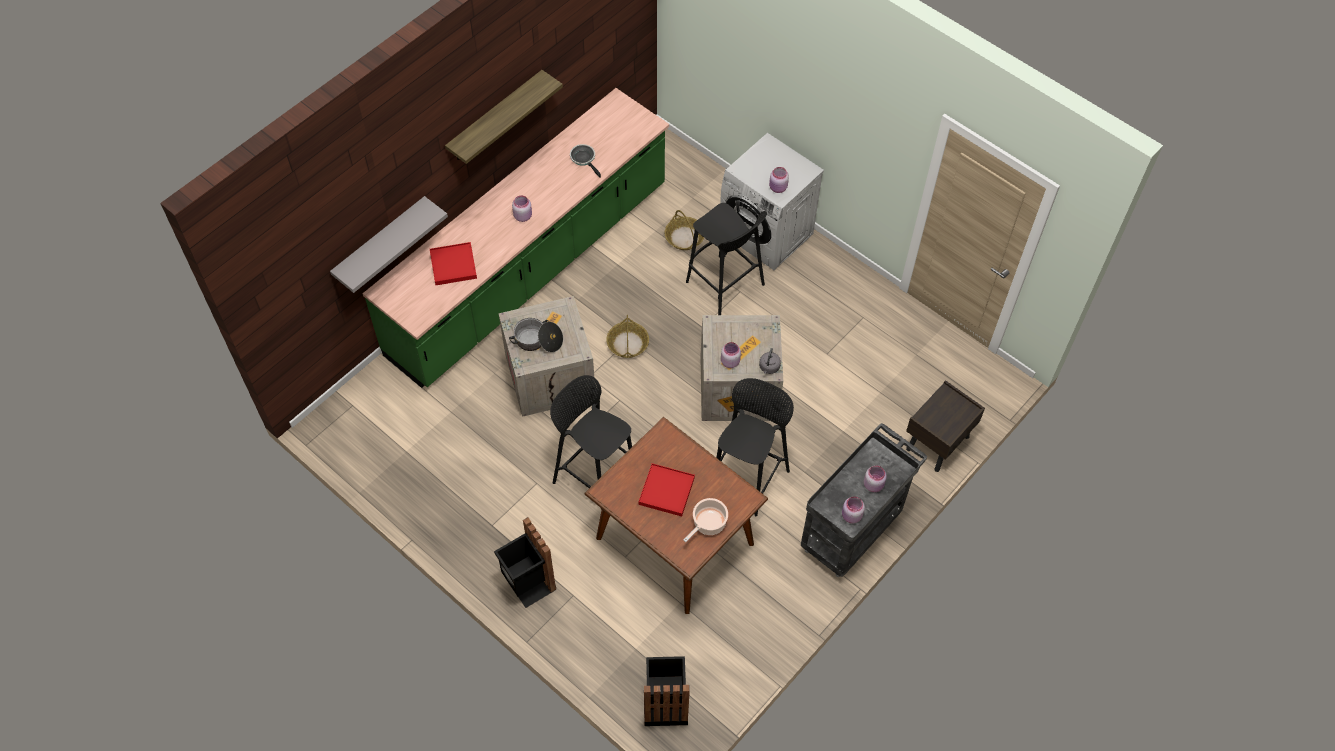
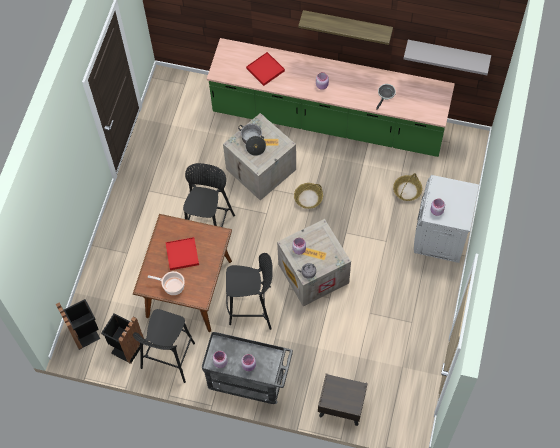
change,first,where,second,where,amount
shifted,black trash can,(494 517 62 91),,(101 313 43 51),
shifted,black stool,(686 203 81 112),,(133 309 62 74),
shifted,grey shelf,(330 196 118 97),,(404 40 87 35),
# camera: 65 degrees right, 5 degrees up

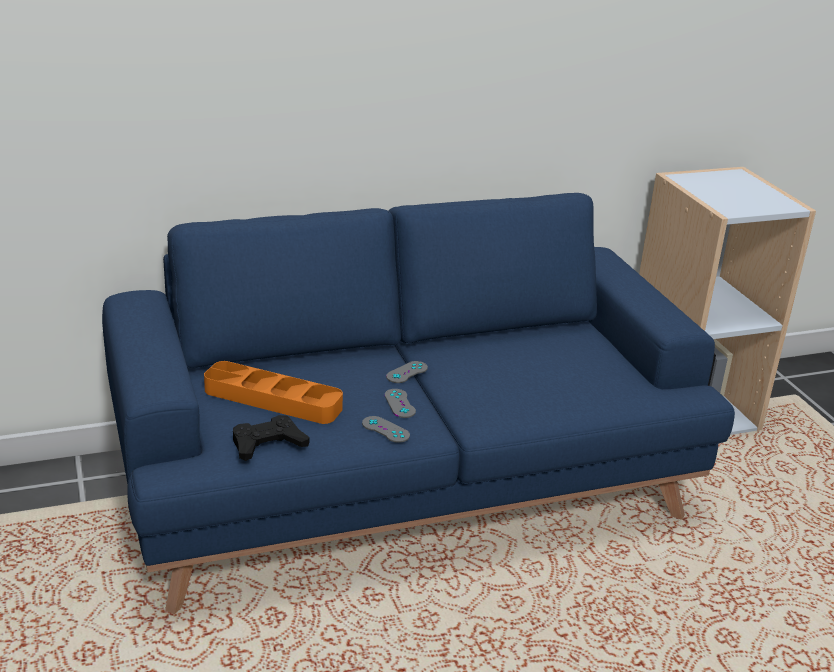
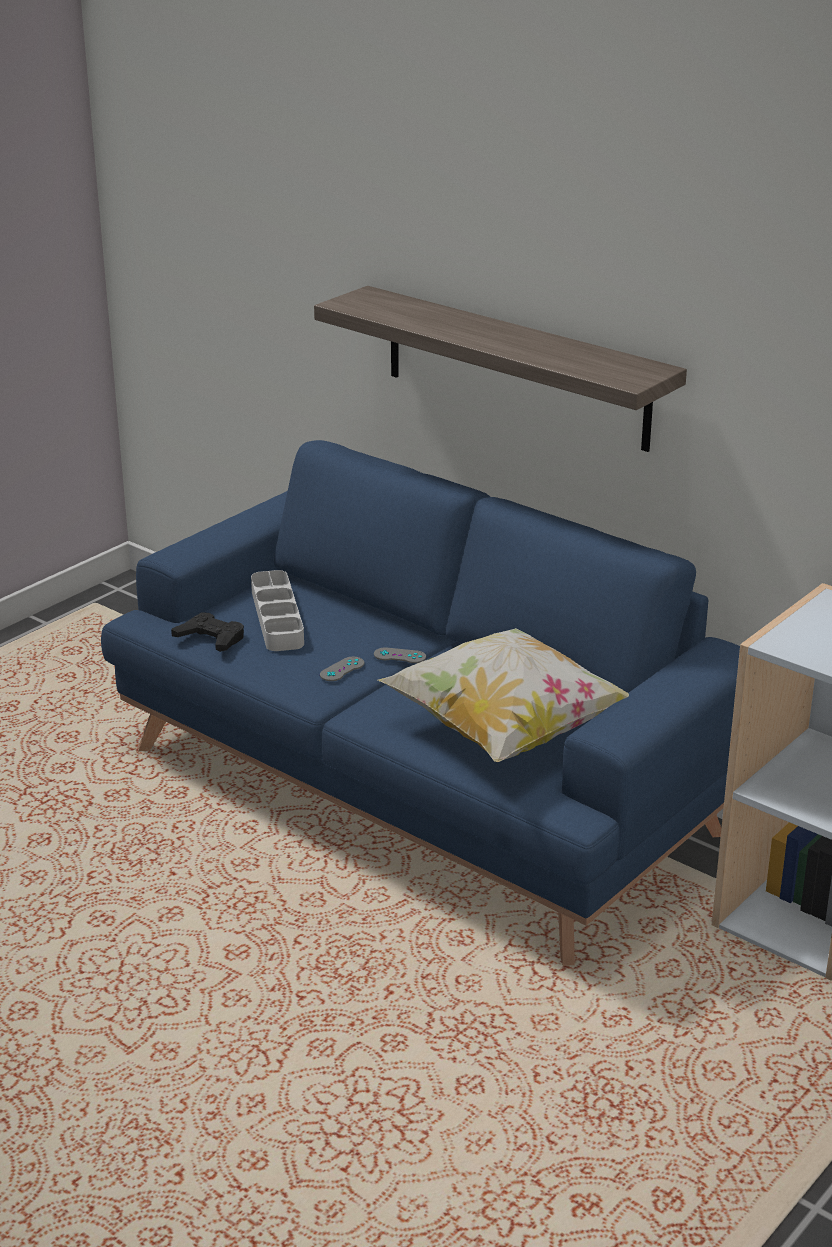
change,first,where,second,where,amount
repainted,orange tray,(204 361 139 63),grey tray,(251 570 53 81),
new,,,shelf,(314 286 373 166),
new,,,pillow,(378 628 251 134),
gone,grey game controller,(362 416 48 27),,,
# camera: 60 degrees right, 0 degrees up

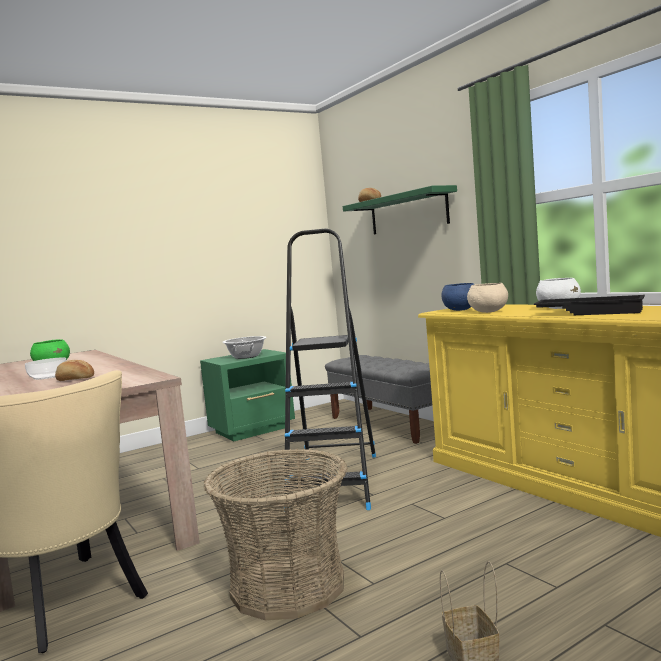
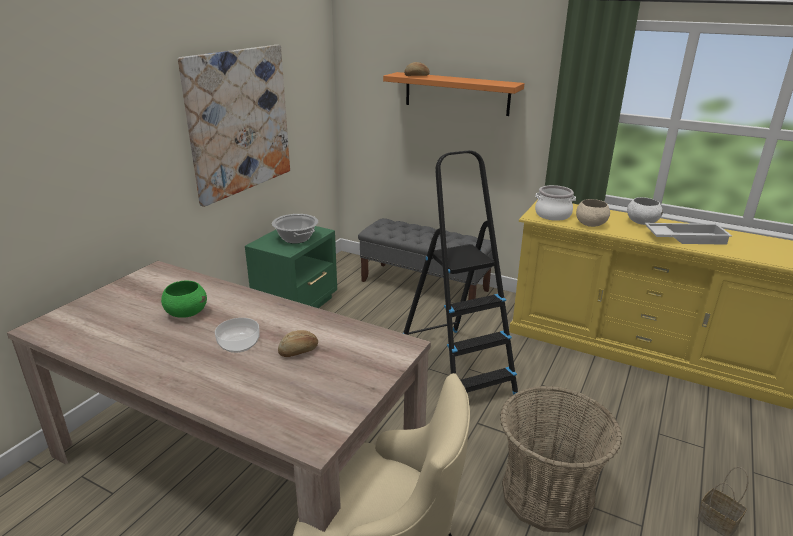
change,first,where,second,where,amount
new,,,picture,(178 45 112 162),
repainted,green shelf,(343 185 114 50),orange shelf,(383 72 142 44),
swapped,blue bowl,(441 283 33 28),cooking pot,(535 185 41 36),
repainted,black tray,(534 295 111 20),white tray,(645 223 87 22),
# camera: 30 degrees left, 20 degrees up

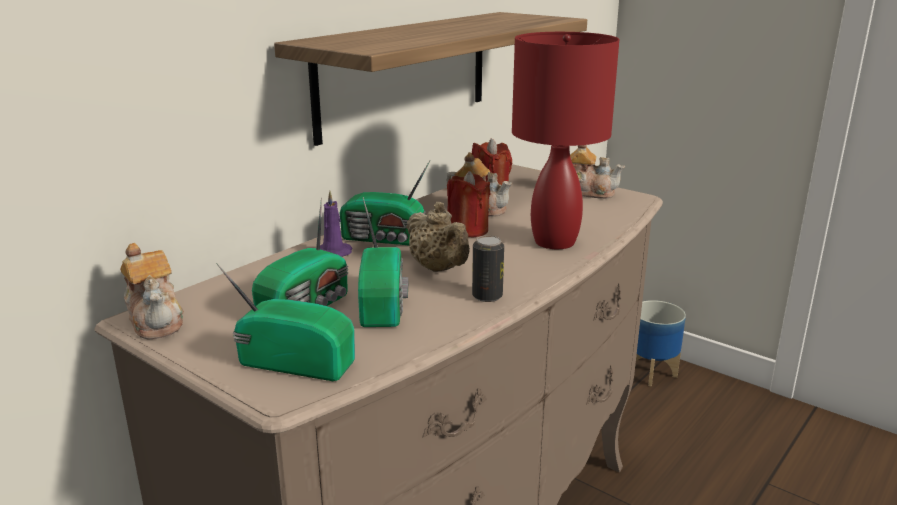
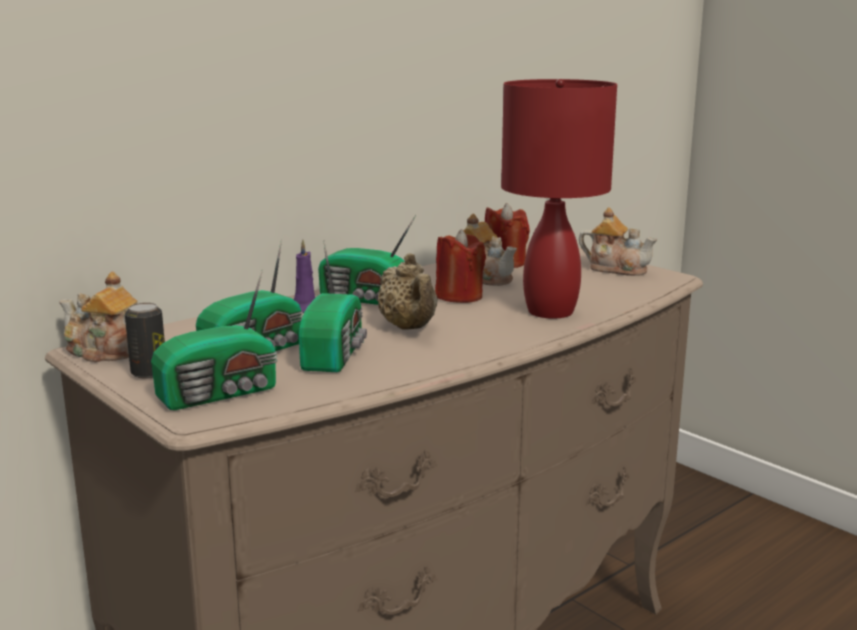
change,first,where,second,where,amount
rotated,teapot,(120 243 64 96),,(59 271 78 91),135 degrees clockwise
shifted,can,(472 236 32 66),,(125 303 40 76),
rotated,radio,(216 263 139 118),,(151 269 126 141),120 degrees clockwise
gone,shelf,(274 12 313 134),,,
gone,planter,(636 300 50 86),,,
# camera: 10 degrees right, 5 degrees down

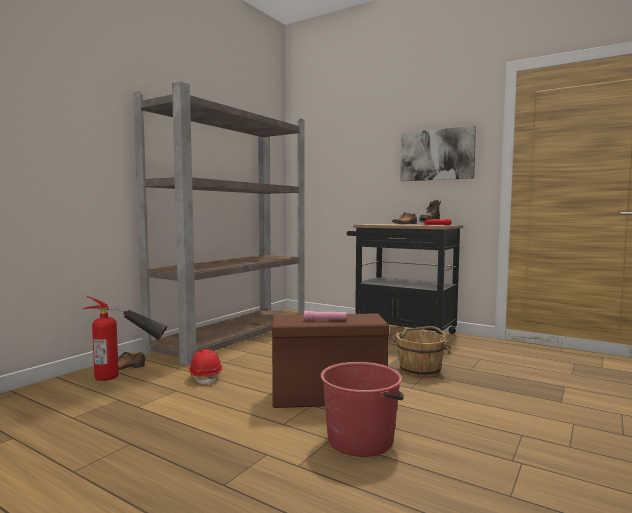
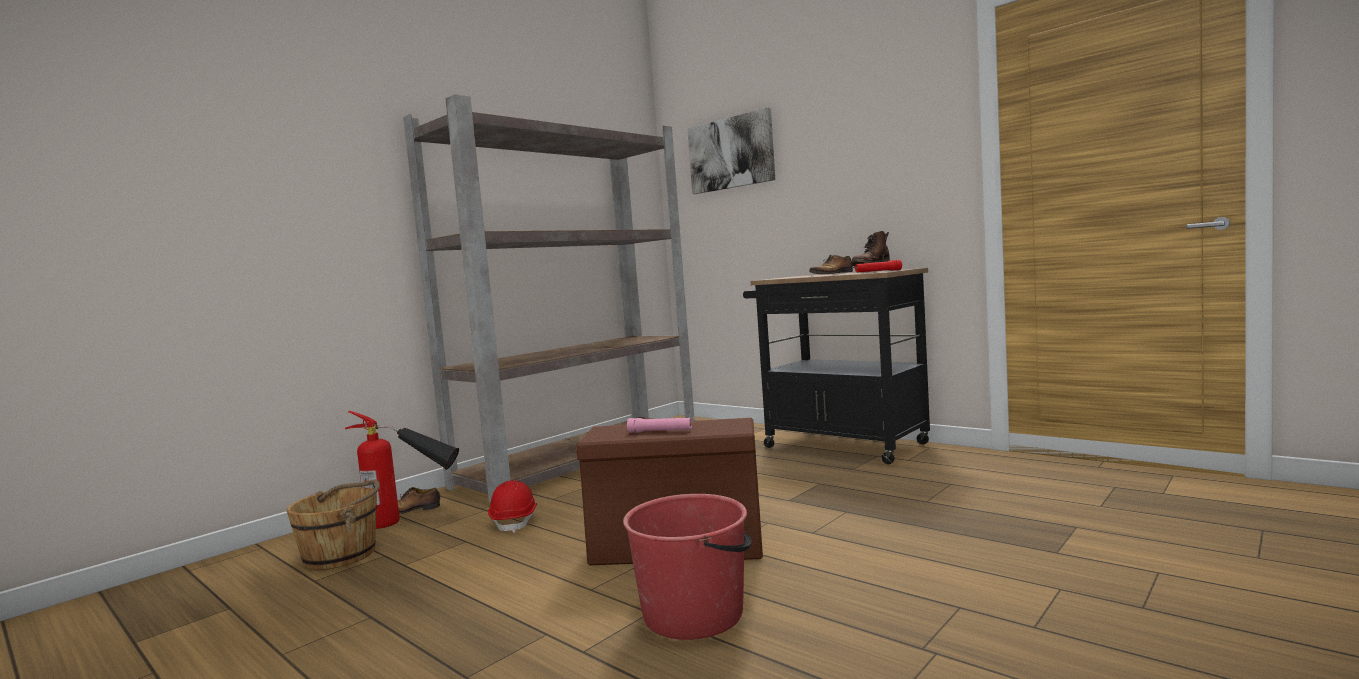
change,first,where,second,where,amount
shifted,brown bucket,(392 326 60 52),,(287 480 93 90),
shifted,picture,(400 126 76 55),,(687 107 88 87),
# camera: 10 degrees right, 0 degrees up

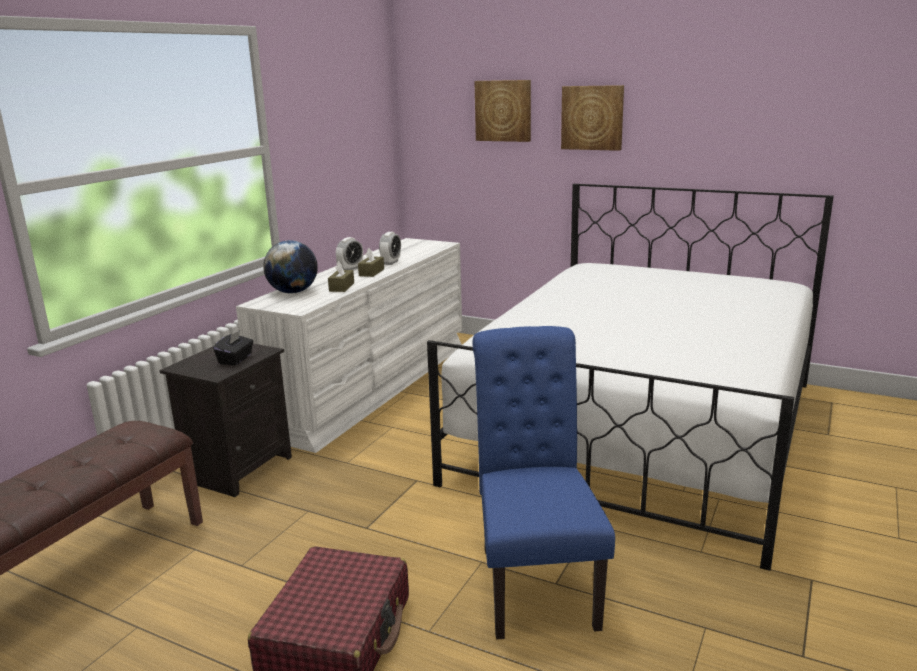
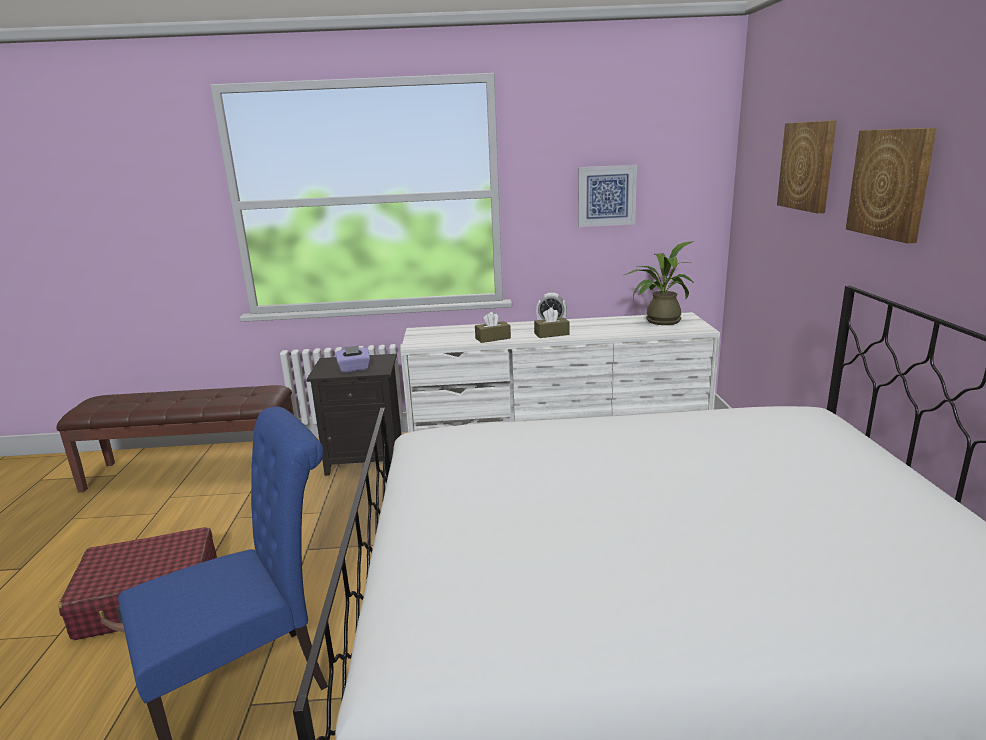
change,first,where,second,where,amount
repainted,black tissue box,(213 330 41 35),purple tissue box,(335 346 35 27),
new,,,picture,(578 165 59 62),
new,,,potted plant,(624 242 71 83),
gone,globe,(263 240 55 54),,,
gone,alarm clock,(379 232 22 33),,,
# camera: 60 degrees right, 0 degrees up

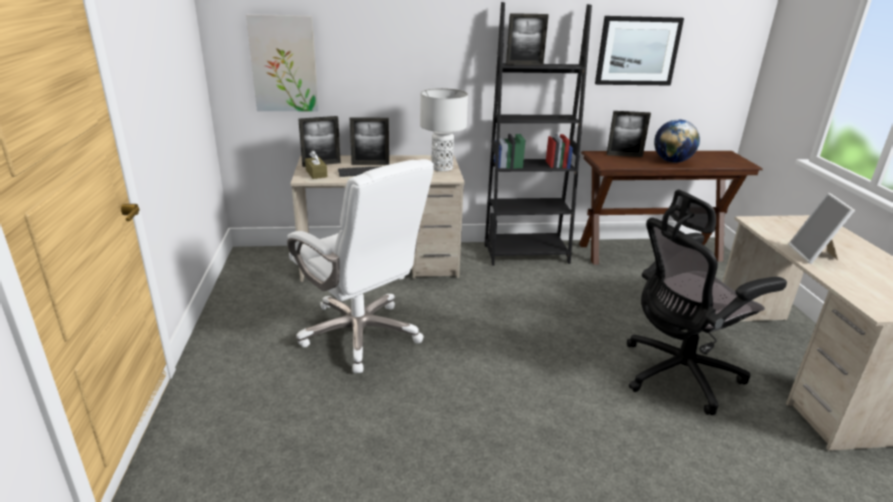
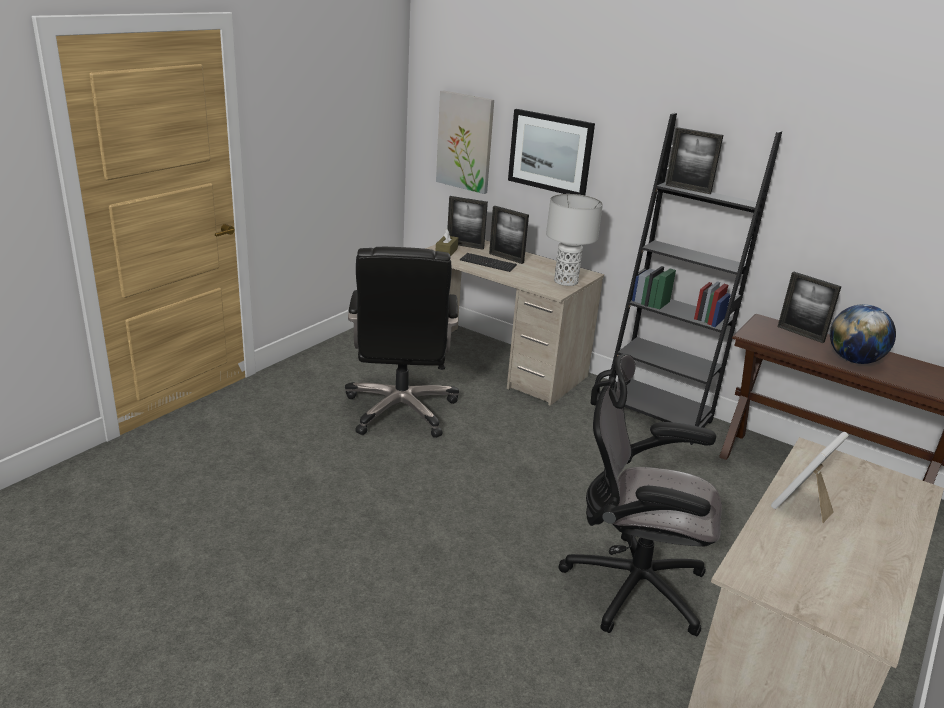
change,first,where,second,where,amount
repainted,white office chair,(287 159 147 214),black office chair,(345 247 114 191),
shifted,picture,(595 16 89 69),,(508 109 87 86),
# camera: 40 degrees right, 0 degrees up

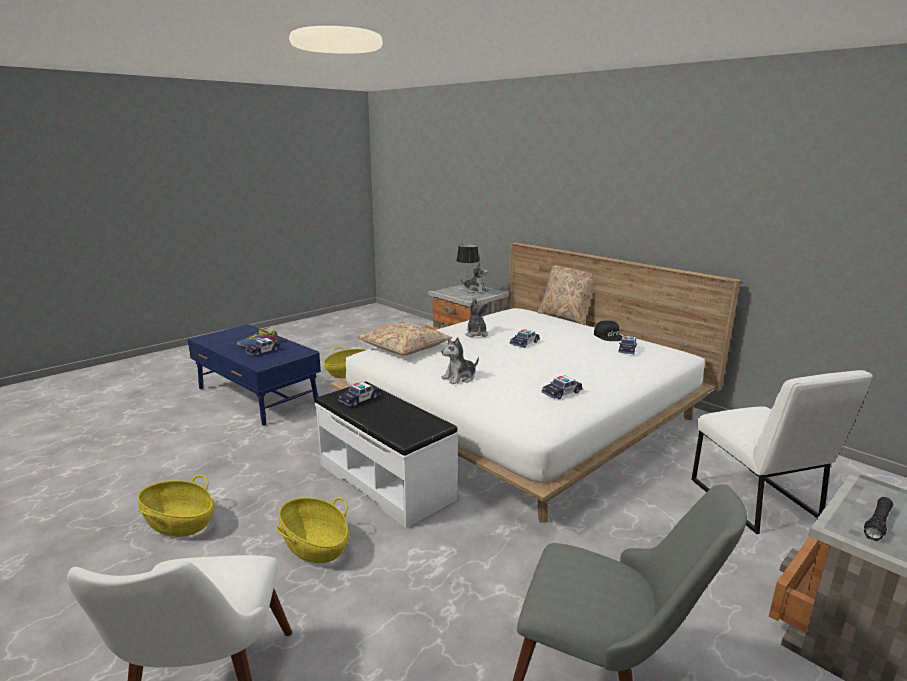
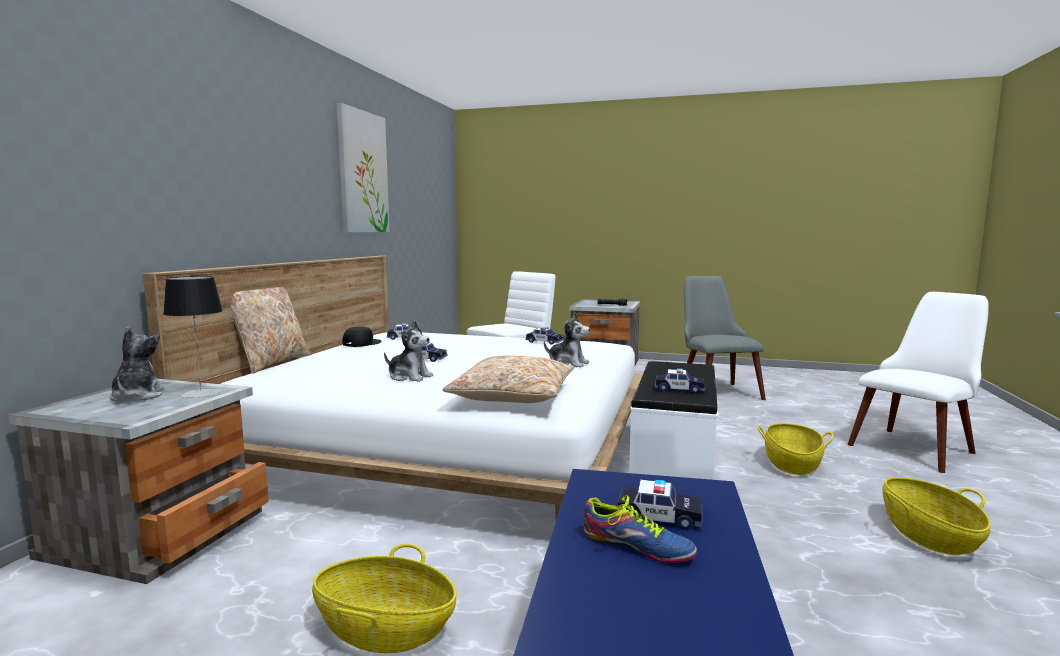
change,first,where,second,where,amount
new,,,picture,(337 103 53 129),
rotated,plush toy,(465 298 23 39),,(384 320 49 62),120 degrees counterclockwise
# camera: 120 degrees left, 10 degrees down

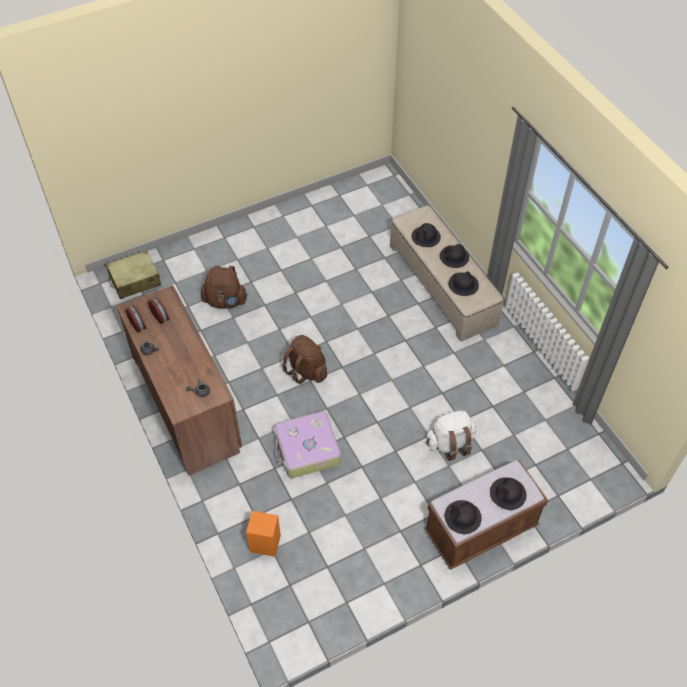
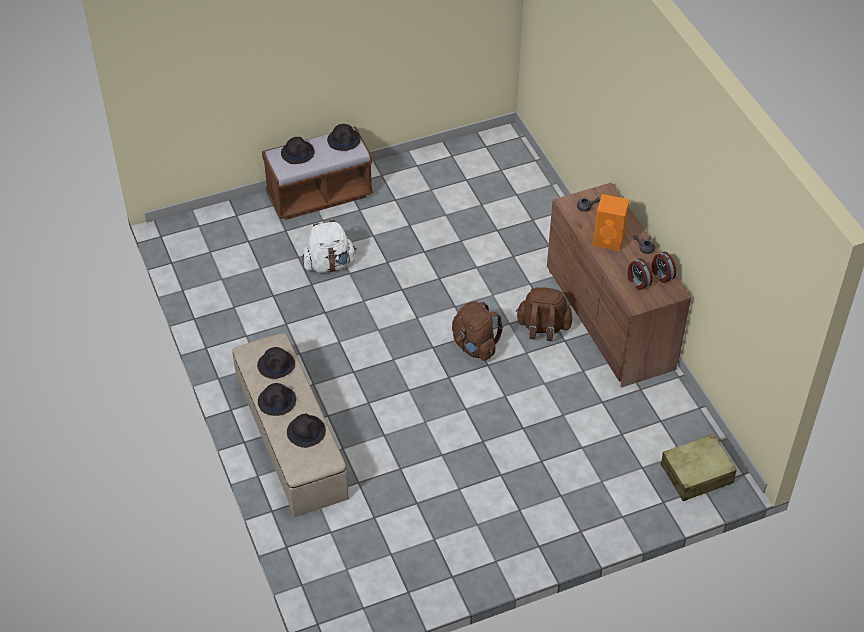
change,first,where,second,where,amount
shifted,brown backpack,(201 266 47 43),,(516 287 57 54),
shifted,orange speaker,(246 511 35 46),,(593 194 36 57),
gone,suitcase,(274 411 67 67),,,
# camera: 175 degrees left, 5 degrees down

